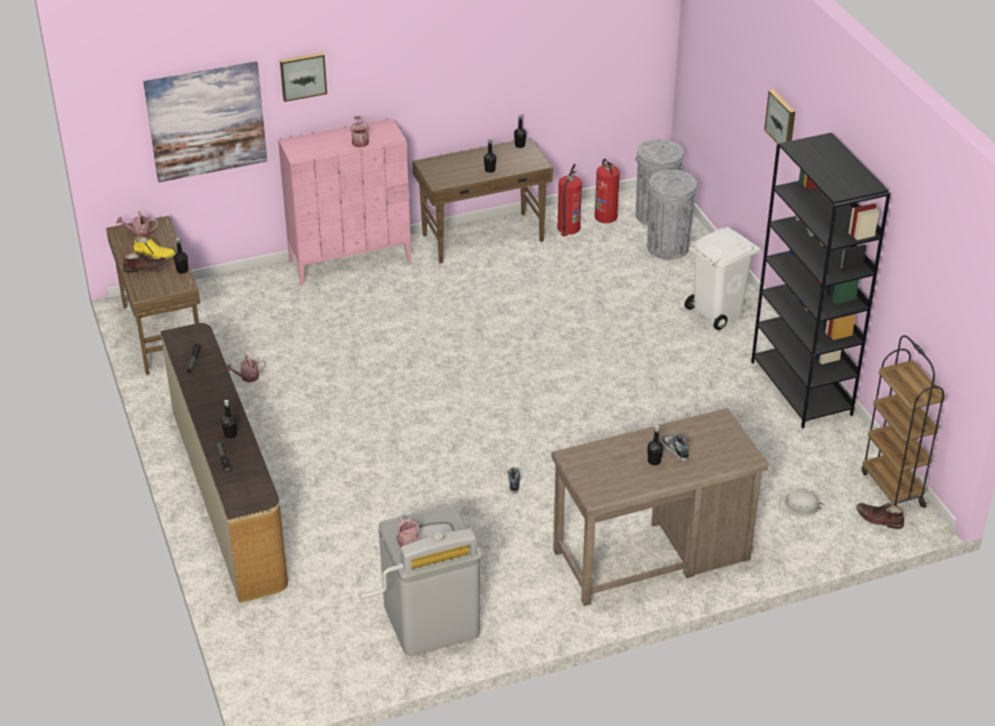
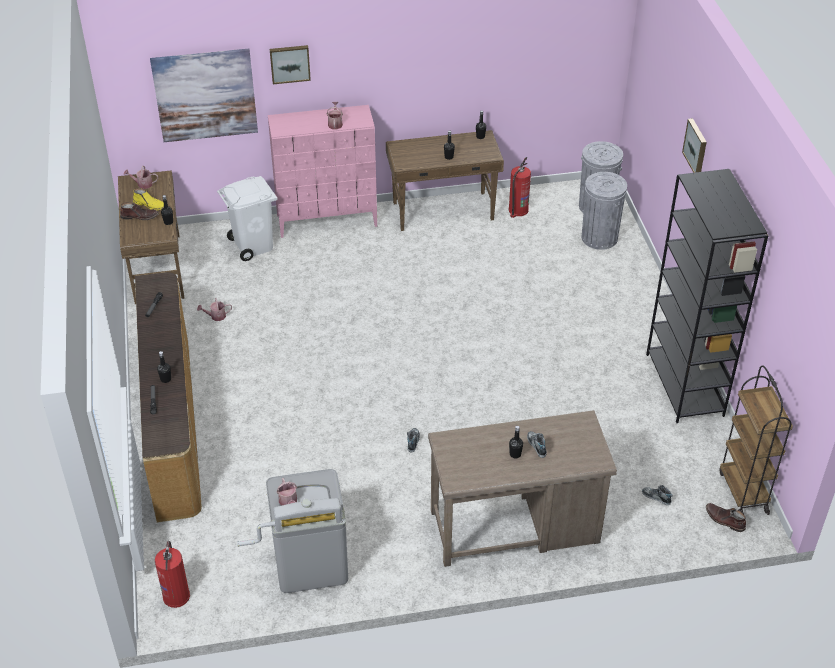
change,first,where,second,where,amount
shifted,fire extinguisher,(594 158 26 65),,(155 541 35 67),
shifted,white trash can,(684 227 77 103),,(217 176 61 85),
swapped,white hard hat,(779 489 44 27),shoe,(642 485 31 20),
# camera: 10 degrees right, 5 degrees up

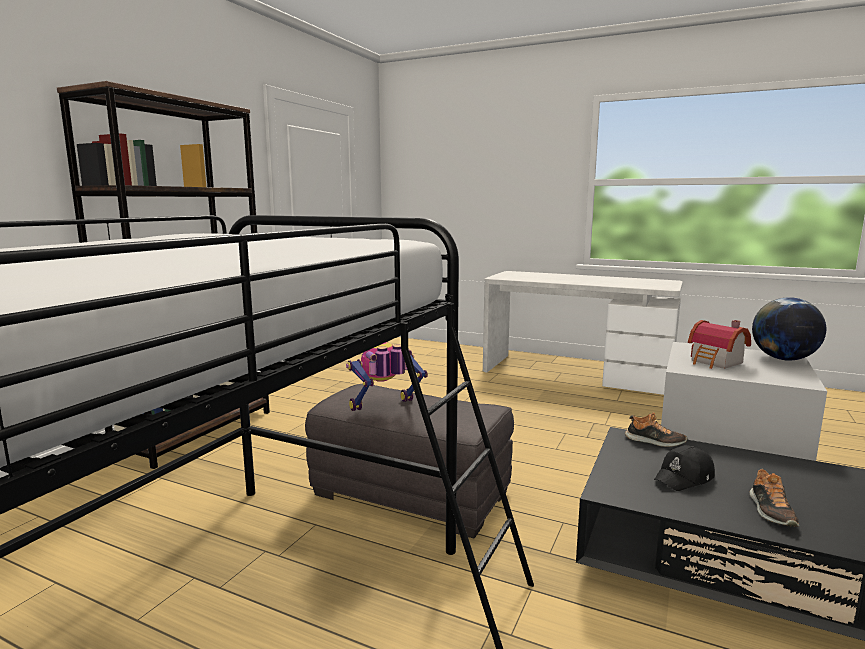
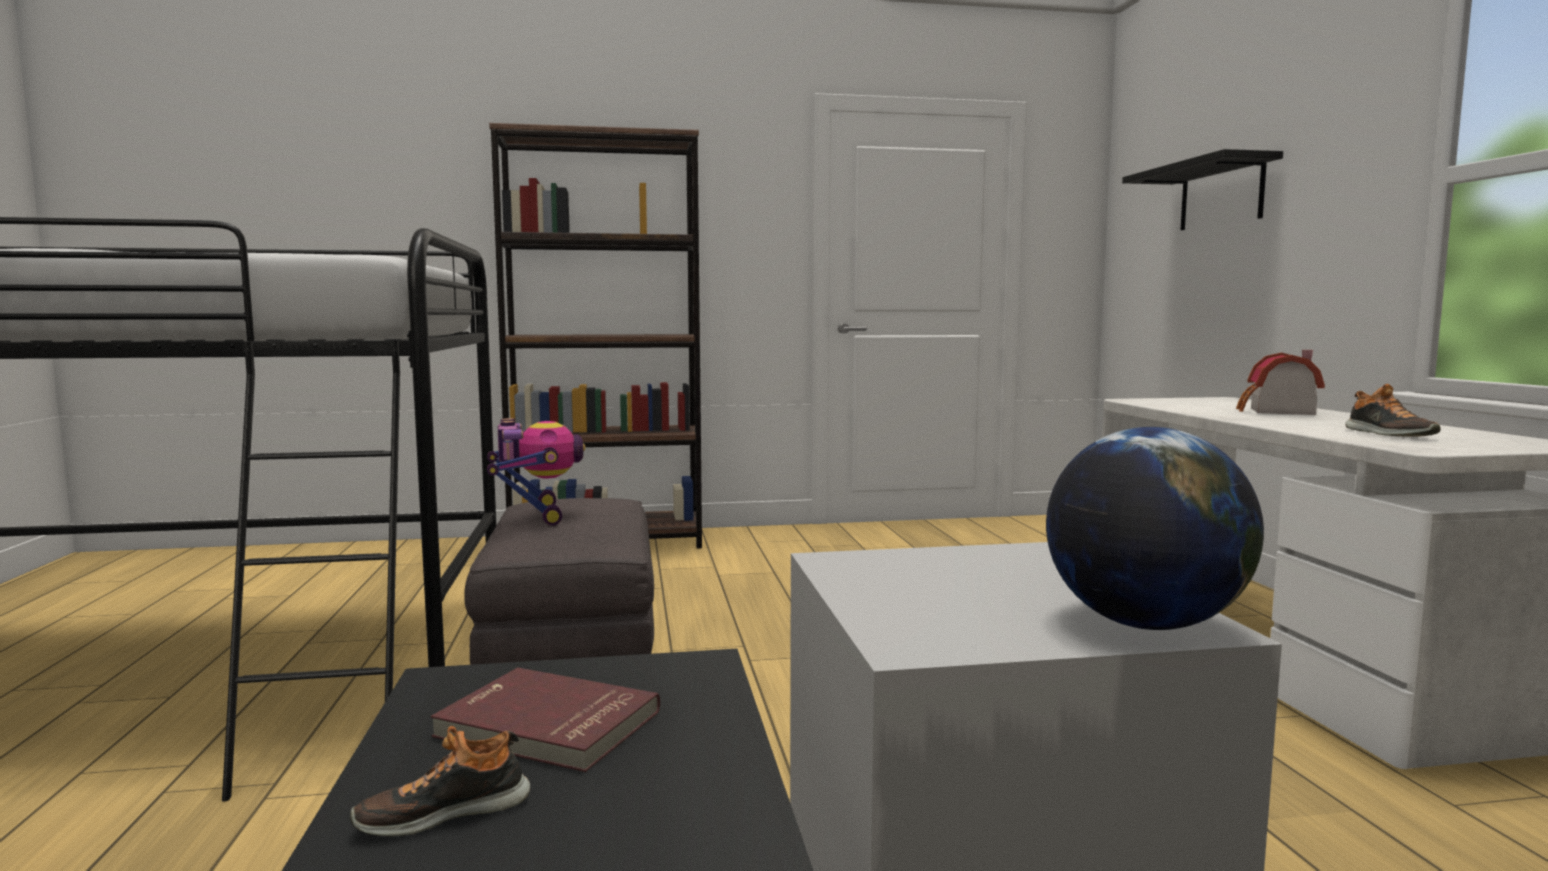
change,first,where,second,where,amount
swapped,black cap,(654 445 61 46),red book,(431 667 229 105),
rotated,toy robot,(346 342 82 69),,(487 418 99 108),45 degrees clockwise
new,,,black shelf,(1122 149 161 81),
shifted,toy house,(688 320 63 49),,(1236 350 89 65),
shifted,shoe,(625 413 62 34),,(1345 384 96 53),
# camera: 55 degrees right, 5 degrees down

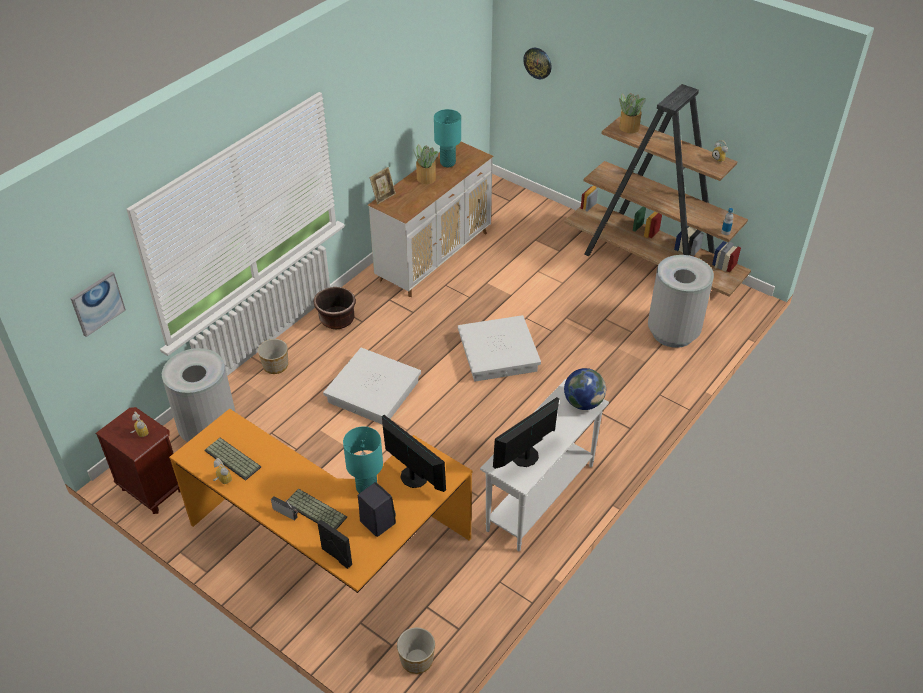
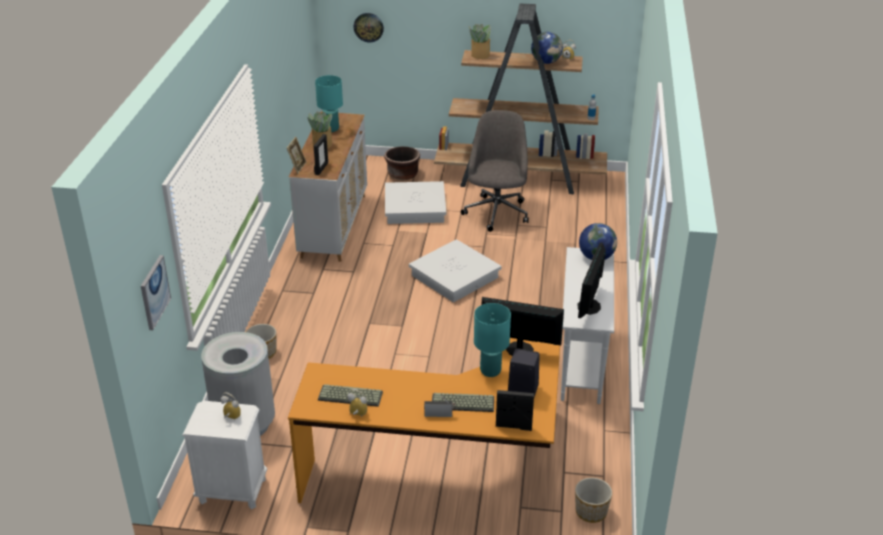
change,first,where,second,where,amount
repainted,brown nightstand,(95 407 85 107),white nightstand,(182 401 85 109),
new,,,picture frame,(314 134 14 41),
shifted,brown planter,(314 287 42 42),,(384 147 36 33),
shifted,white storage box,(323 348 98 76),,(385 181 61 43),
new,,,grey office chair,(461 110 68 122),
new,,,globe,(531 32 32 32),
gone,grey trash can,(648 255 66 93),,,
# camera: 30 degrees left, 10 degrees down

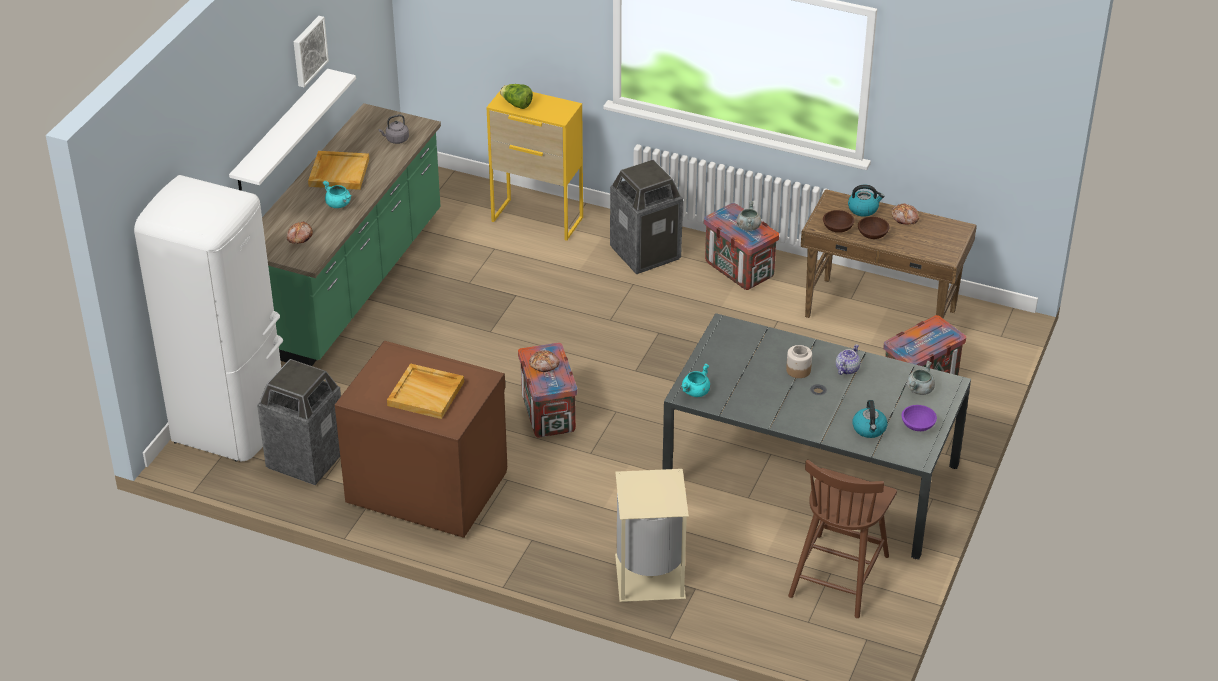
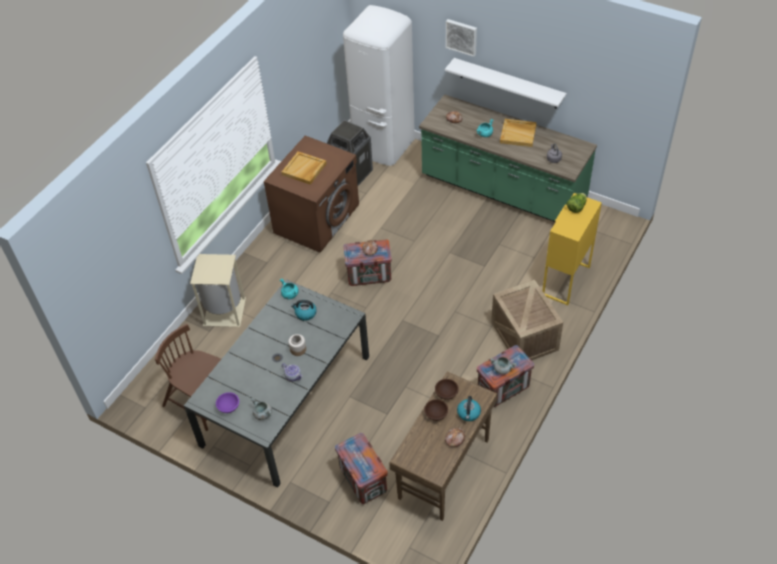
change,first,where,second,where,amount
shifted,kettle,(852 400 35 38),,(291 300 26 21),
shifted,picture,(294 16 35 71),,(446 19 31 38),
swapped,trash can,(610 159 73 115),crate,(491 280 72 81),
# camera: 100 degrees right, 10 degrees up

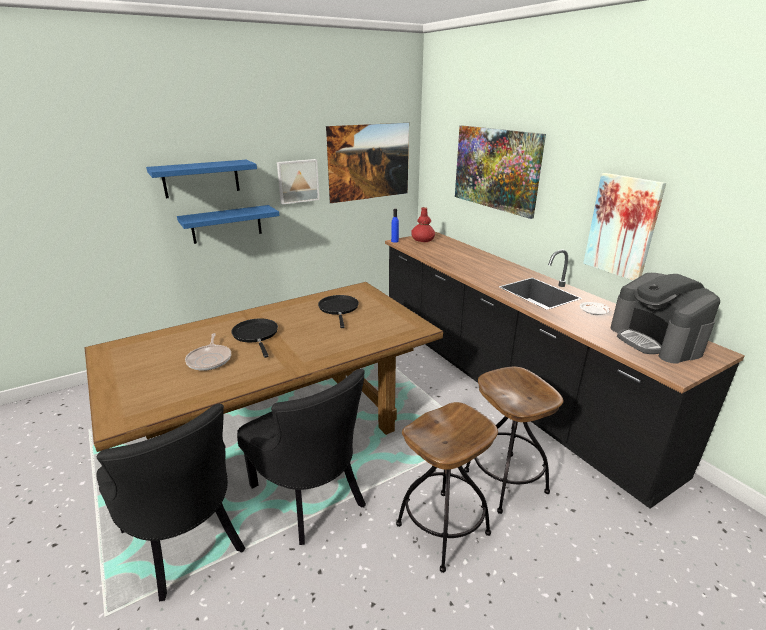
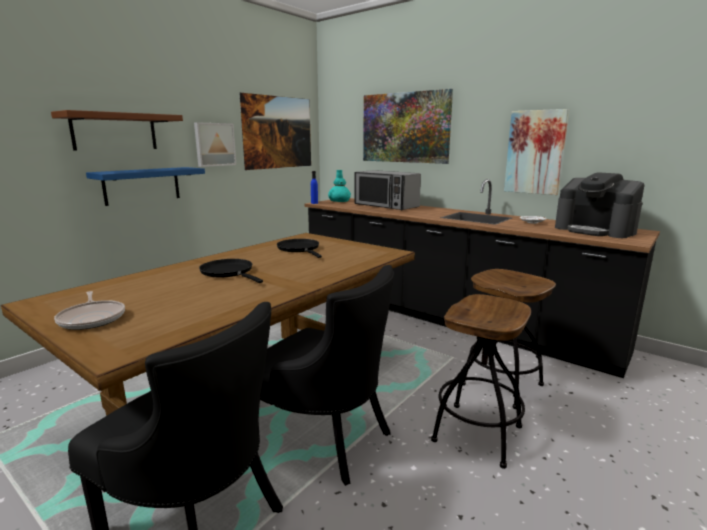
change,first,where,second,where,amount
repainted,blue shelf,(146 160 111 38),brown shelf,(51 110 132 41),
shifted,frying pan,(185 333 46 38),,(54 291 71 39),
repainted,red vase,(411 207 24 35),turquoise vase,(328 170 23 32),
new,,,microwave,(355 170 66 40),
# camera: 20 degrees left, 10 degrees down

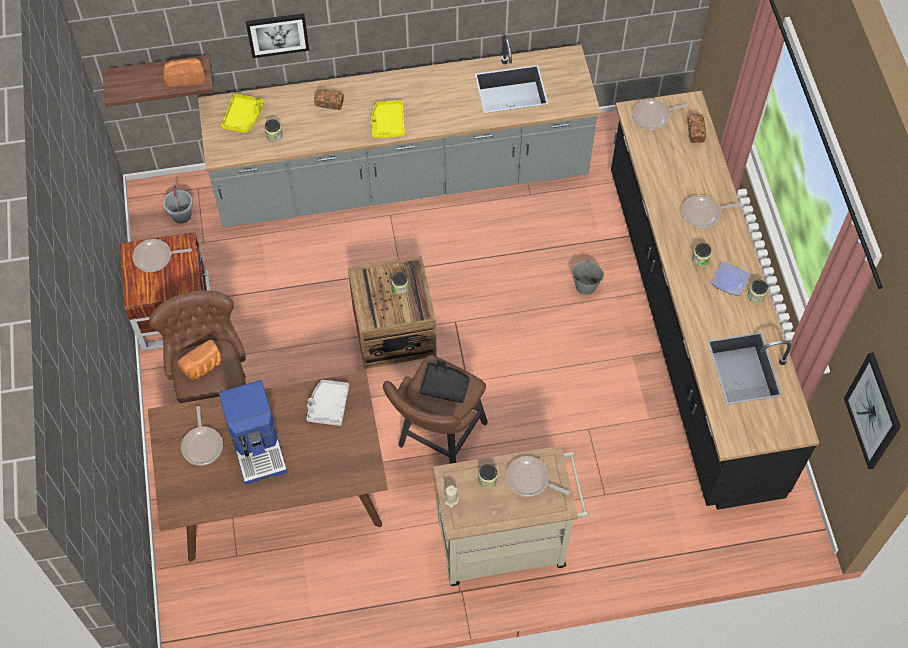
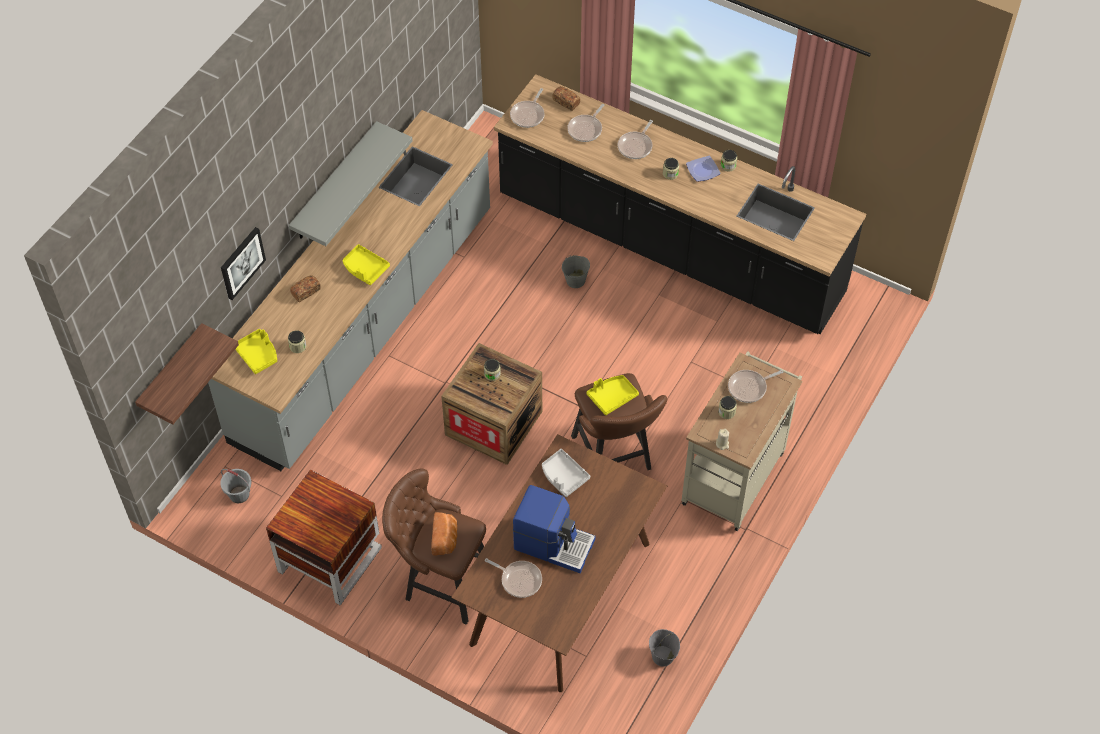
change,first,where,second,where,amount
new,,,grey shelf,(289 121 124 125),
shifted,frying pan,(133 239 59 33),,(567 104 38 38),
repainted,black tray,(419 360 51 43),yellow tray,(587 375 52 40),
new,,,grey bucket,(649 629 31 37),
gone,bread,(163 58 43 30),,,
gone,picture,(844 352 57 117),,,
# camera: 50 degrees left, 5 degrees down

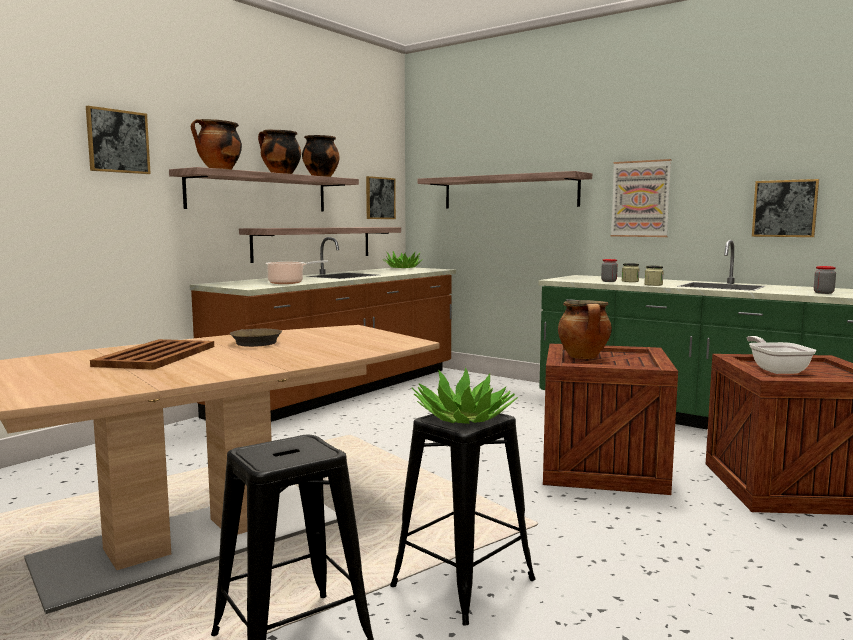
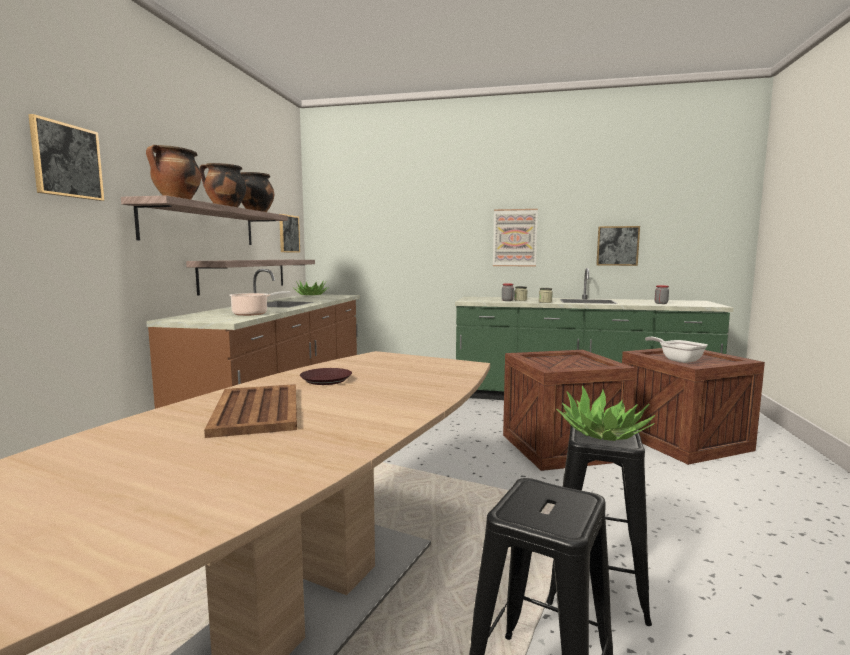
change,first,where,second,where,amount
swapped,brown frying pan,(230 329 52 18),brown plate,(300 368 52 17),
gone,shelf,(417 171 175 38),,,
gone,cooking pot,(558 300 54 59),,,
# camera: 25 degrees left, 0 degrees up

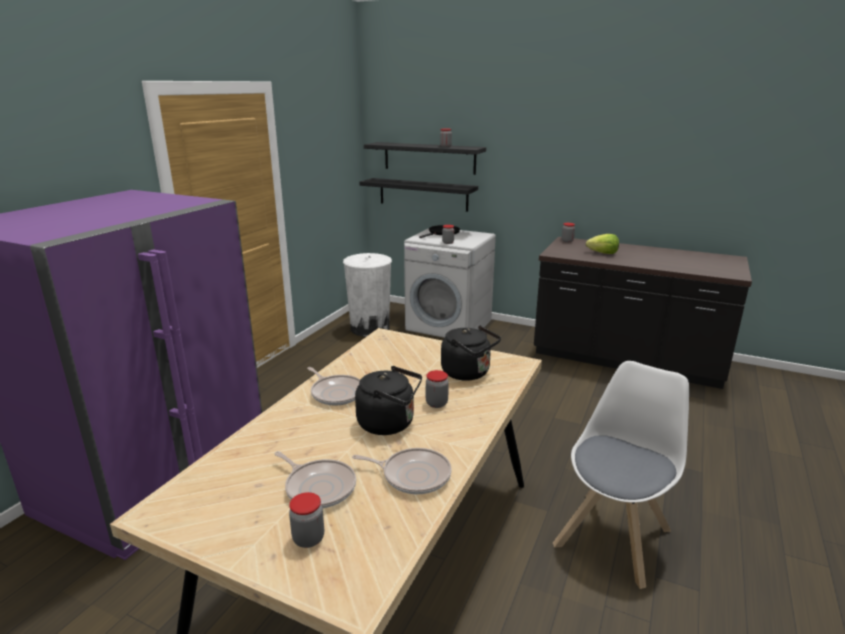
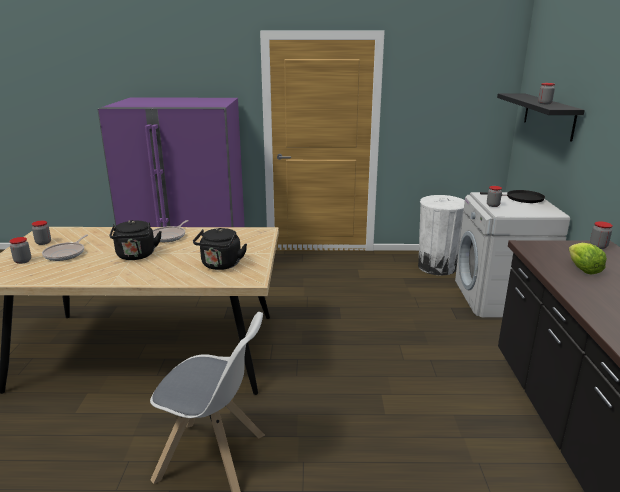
change,first,where,second,where,amount
shifted,jar,(426 370 23 38),,(32 221 19 24),
gone,frying pan,(352 448 100 46),,,
gone,black shelf,(359 178 119 34),,,
# camera: 65 degrees right, 0 degrees up

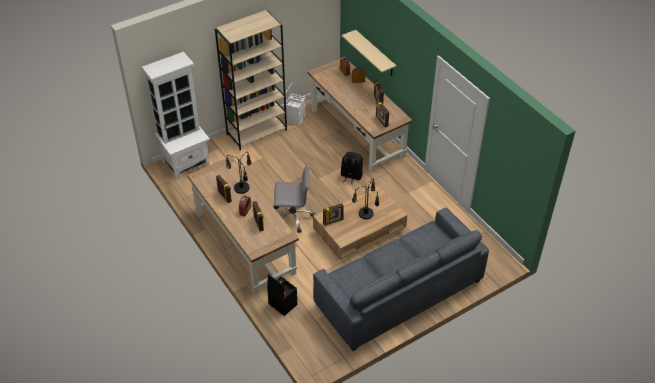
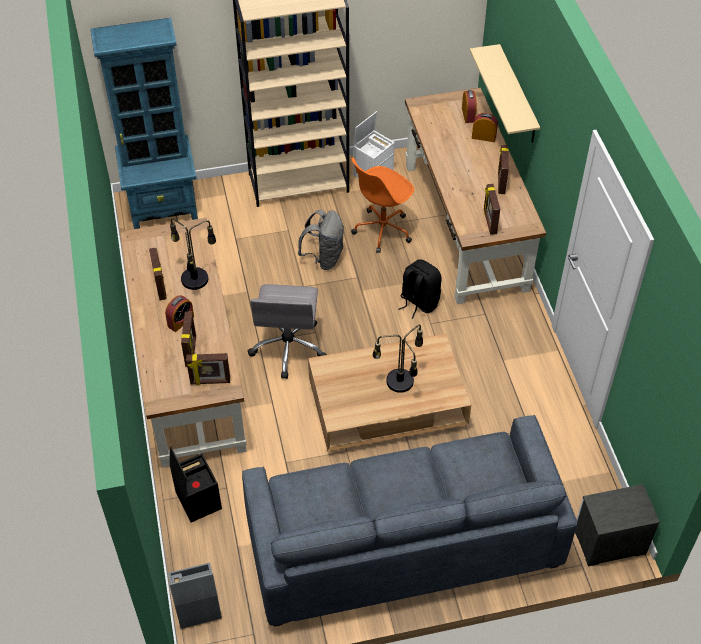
change,first,where,second,where,amount
repainted,white cabinet,(142 52 68 128),blue cabinet,(91 18 107 211),
new,,,grey storage box,(168 562 54 67),
shifted,picture frame,(323 203 21 23),,(186 353 44 32),
rotated,grey office chair,(274 164 42 69),,(248 284 79 95),75 degrees clockwise
new,,,grey backpack,(298 210 46 60),
new,,,orange office chair,(351 157 63 96),
new,,,nightstand,(575 484 85 83),
# camera: 20 degrees right, 5 degrees up

